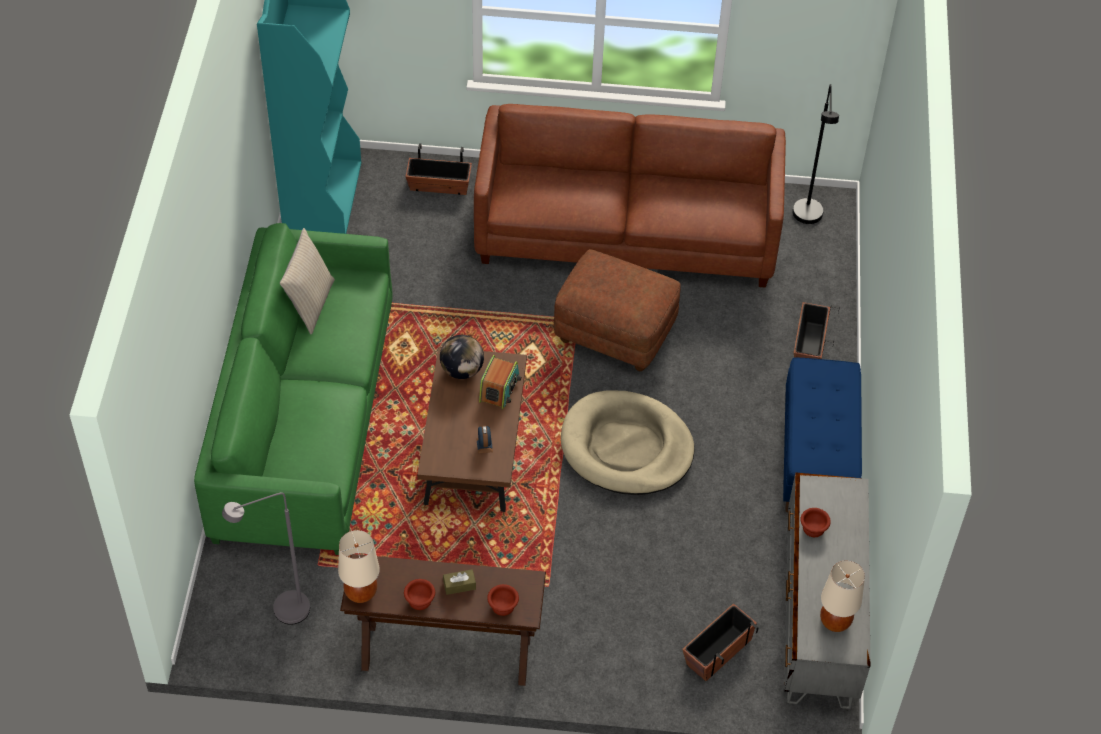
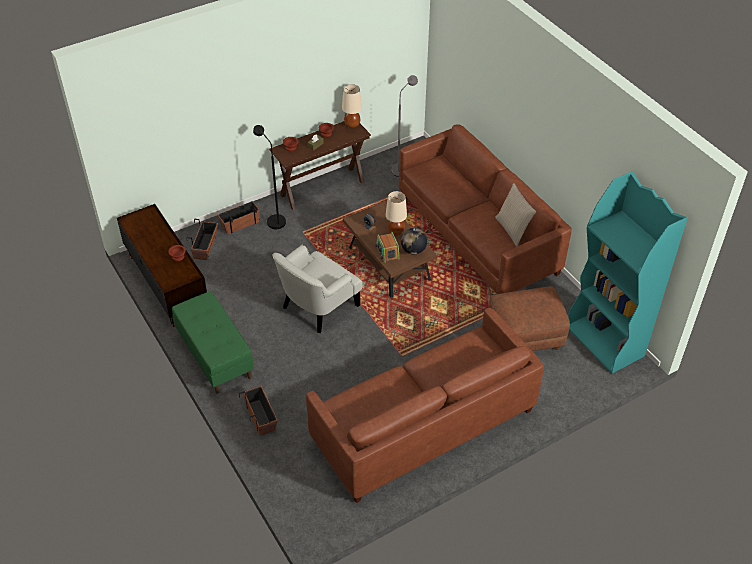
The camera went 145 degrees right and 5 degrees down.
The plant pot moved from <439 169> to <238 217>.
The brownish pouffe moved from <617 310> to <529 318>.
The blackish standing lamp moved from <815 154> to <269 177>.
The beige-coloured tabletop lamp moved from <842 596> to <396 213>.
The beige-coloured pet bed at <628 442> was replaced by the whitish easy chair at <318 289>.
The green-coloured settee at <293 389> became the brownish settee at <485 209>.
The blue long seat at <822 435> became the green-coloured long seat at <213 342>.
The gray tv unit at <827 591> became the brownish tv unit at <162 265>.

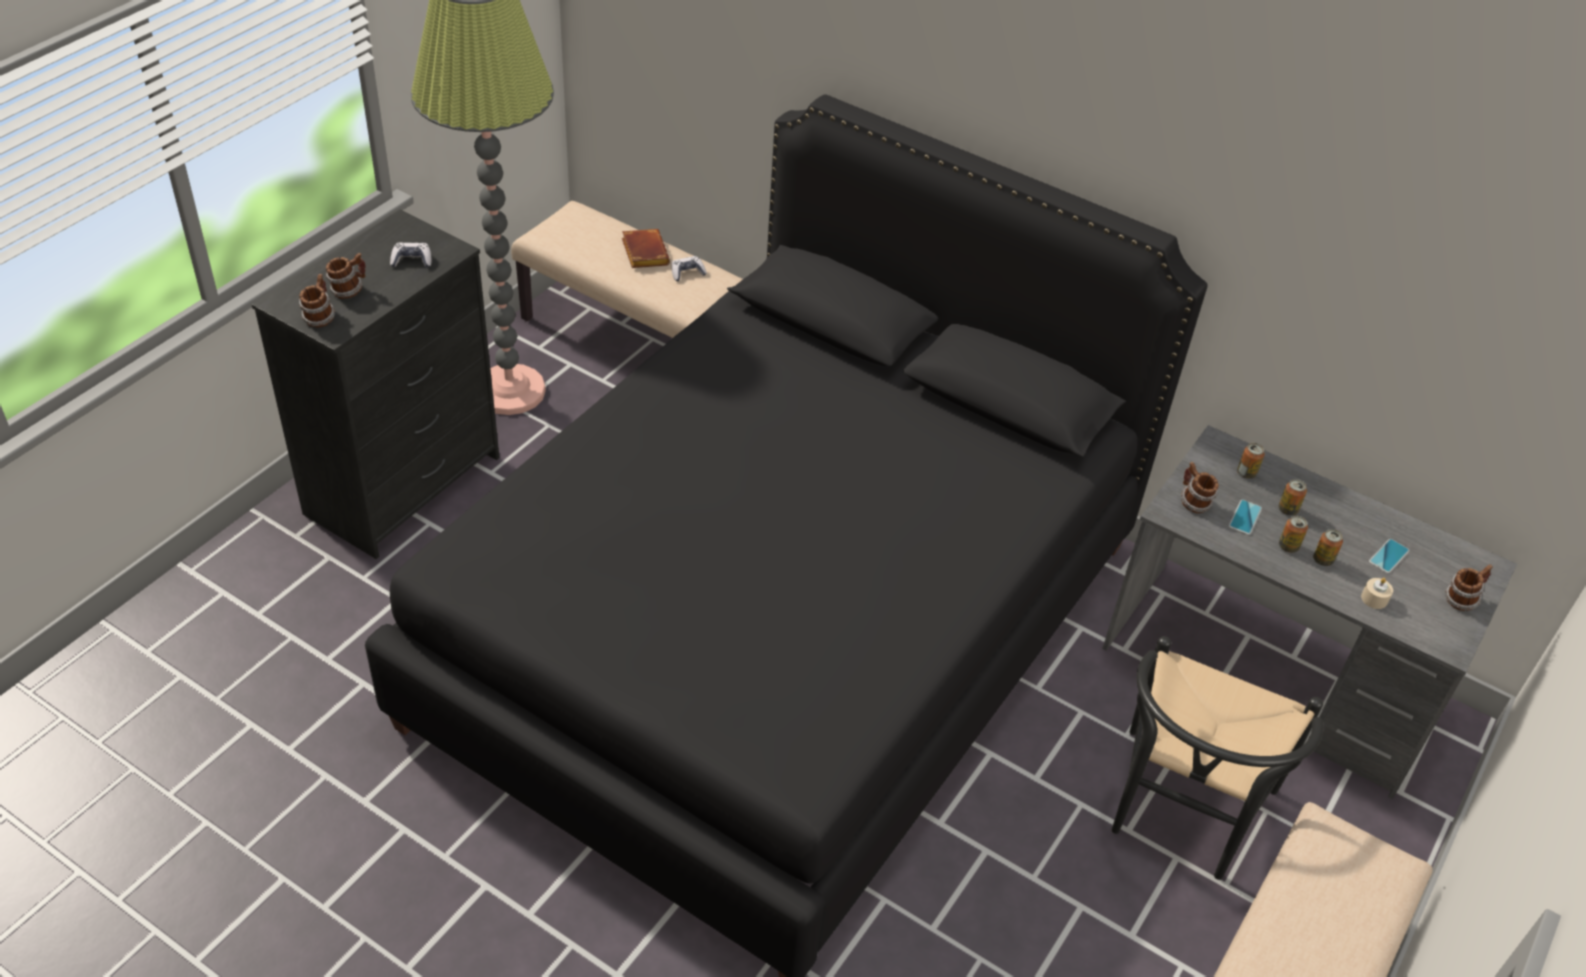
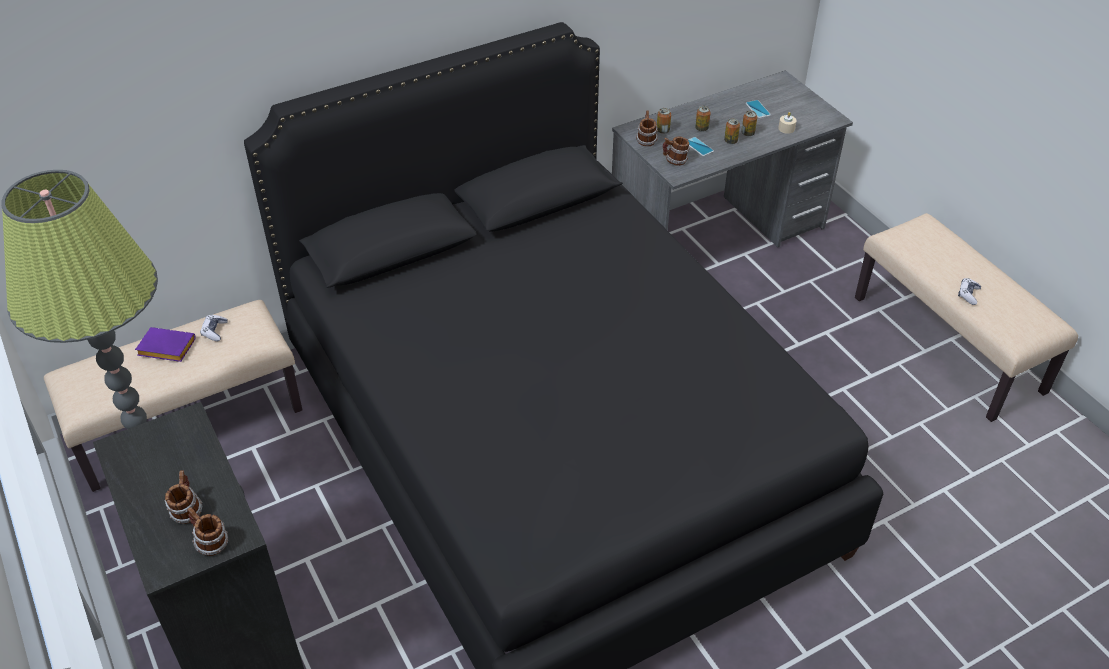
The camera went 60 degrees left and 0 degrees up.
The blackish plain chair at <1217 758> disappeared.
The joypad moved from <411 255> to <969 291>.
The mug moved from <1469 587> to <647 128>.
The brownish bound book at <646 248> became the purple-coloured bound book at <165 344>.

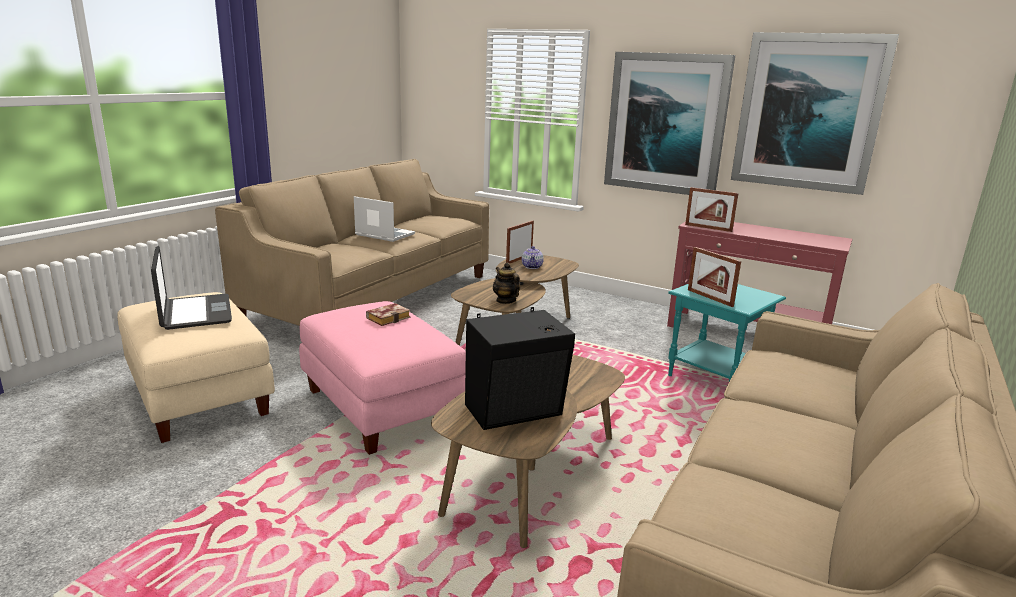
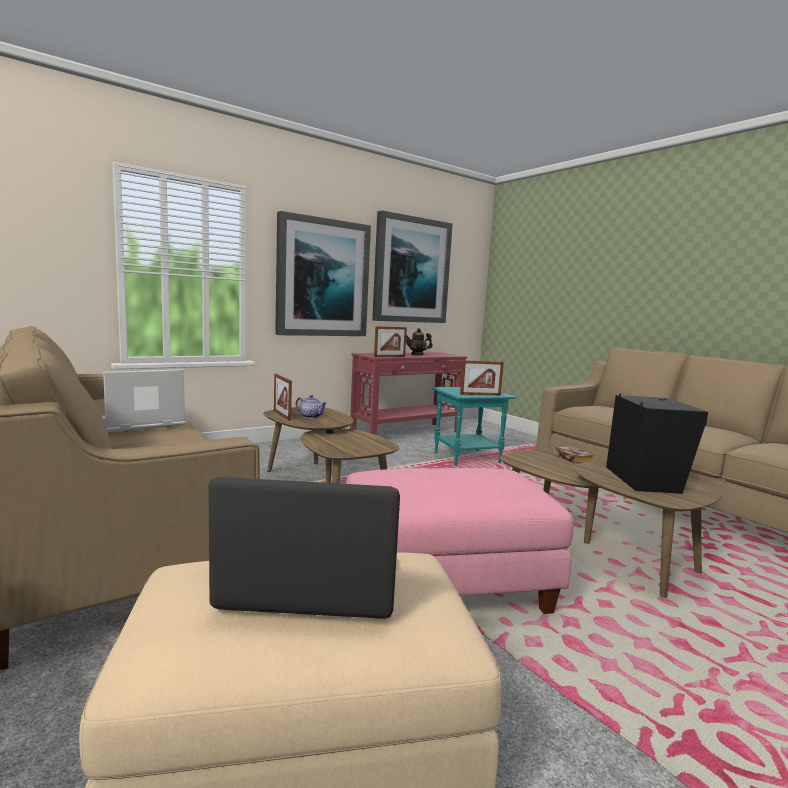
The camera went 65 degrees left and 10 degrees down.
The bound book moved from <388 314> to <573 455>.
The teapot moved from <506 283> to <419 341>.

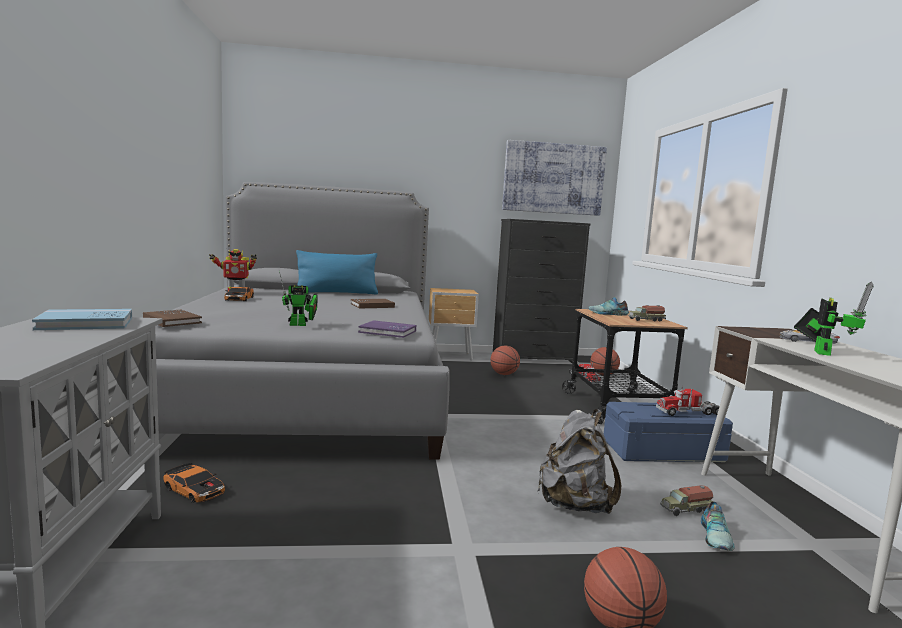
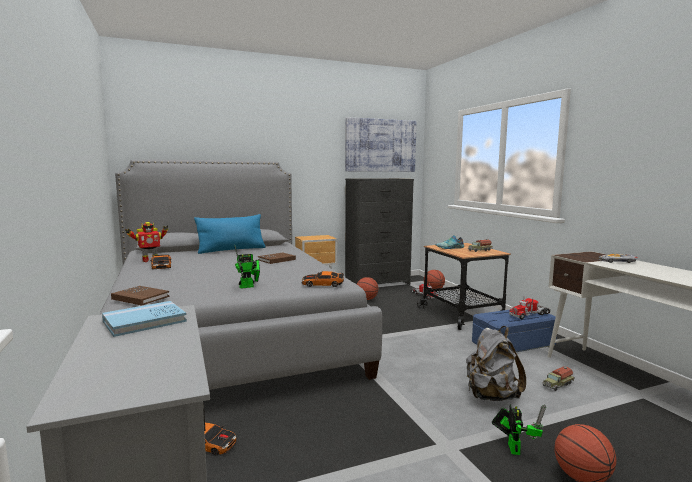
The camera went 15 degrees left and 0 degrees up.
The item of footwear at <718 526> disappeared.
The toy robot moved from <834 318> to <519 429>.
The purple-coloured bound book at <387 329> was replaced by the model car at <323 279>.

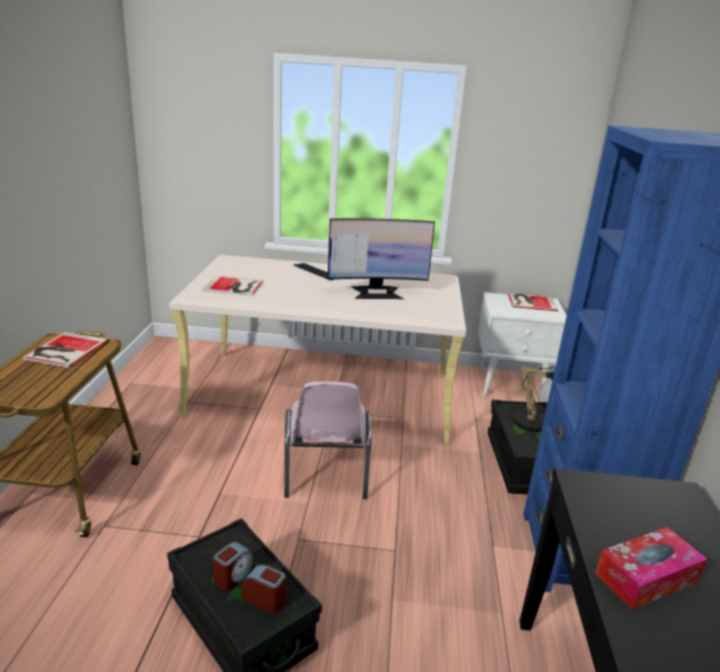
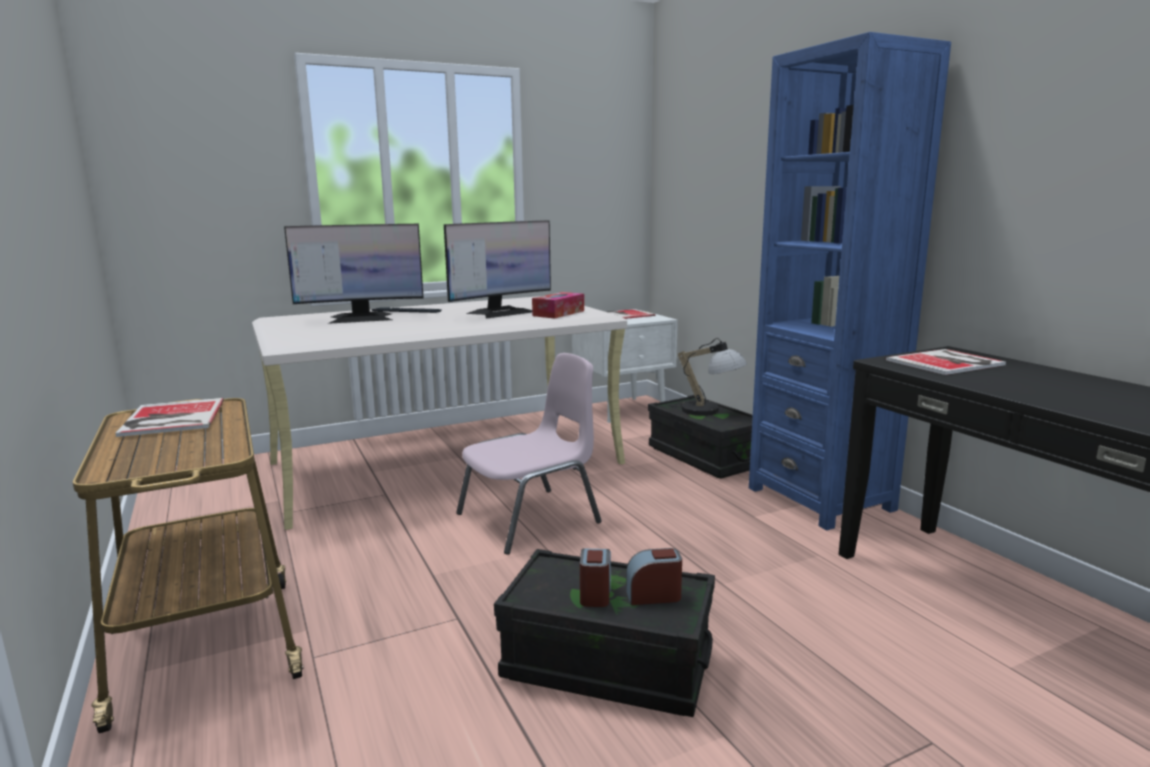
The camera went 30 degrees left and 10 degrees down.
The computer screen at <354 274> appeared.
The bound book moved from <233 286> to <946 362>.
The box of tissues moved from <651 568> to <558 305>.
The pinkish plain chair at <327 440> turned 90 degrees counterclockwise.

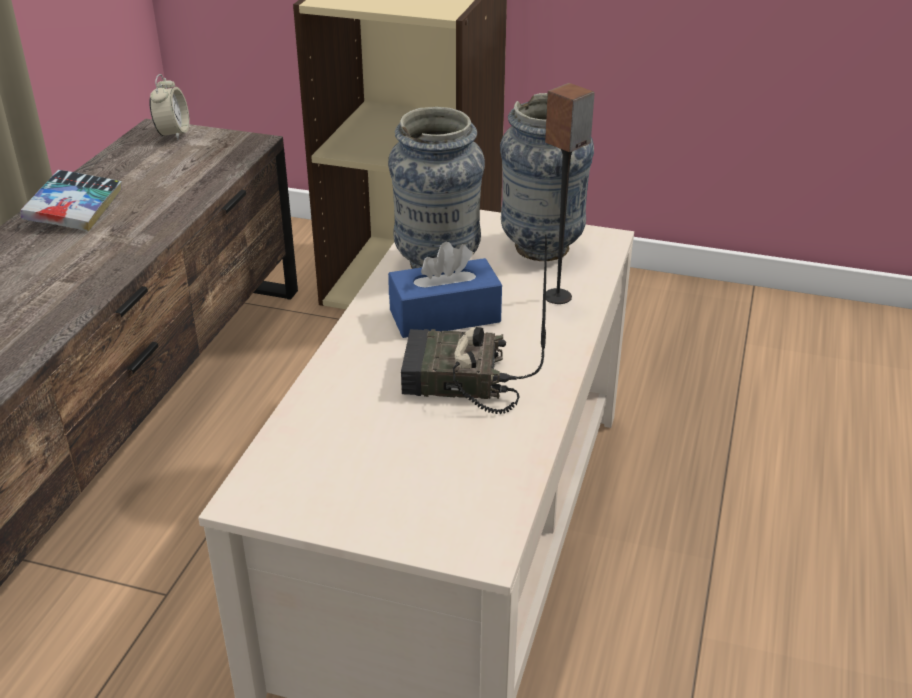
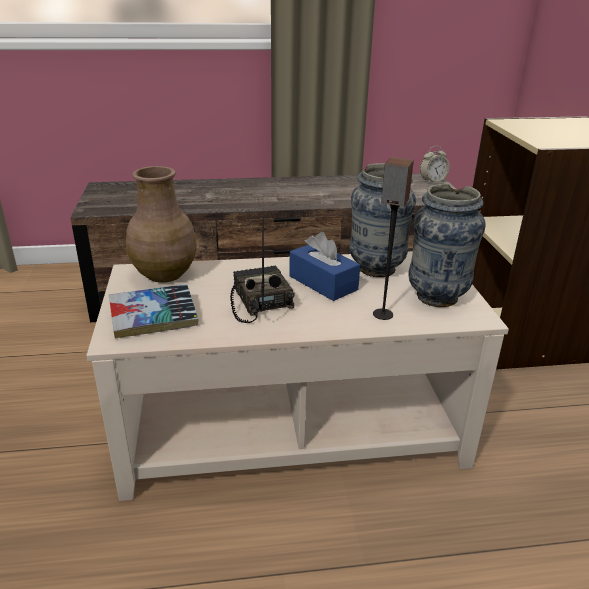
The camera went 65 degrees right and 5 degrees down.
The brownish decorative vase at <161 224> appeared.
The bound book moved from <71 201> to <153 311>.

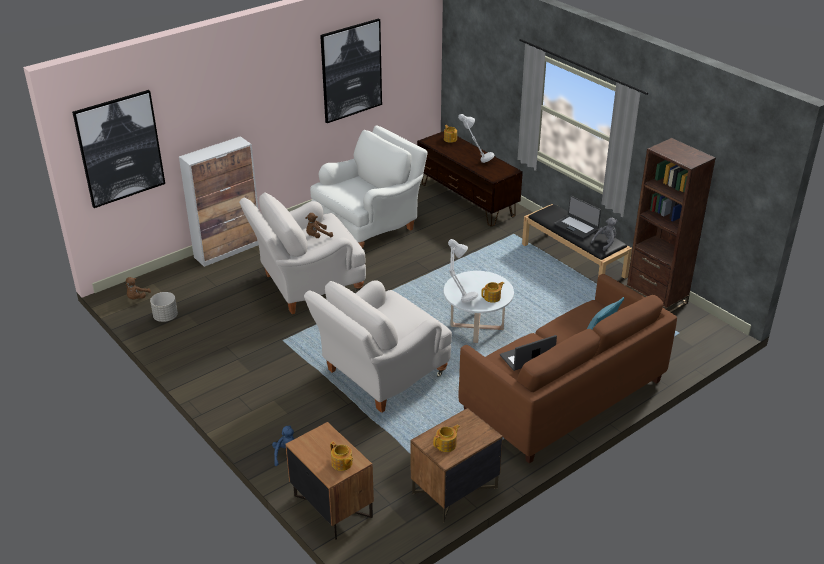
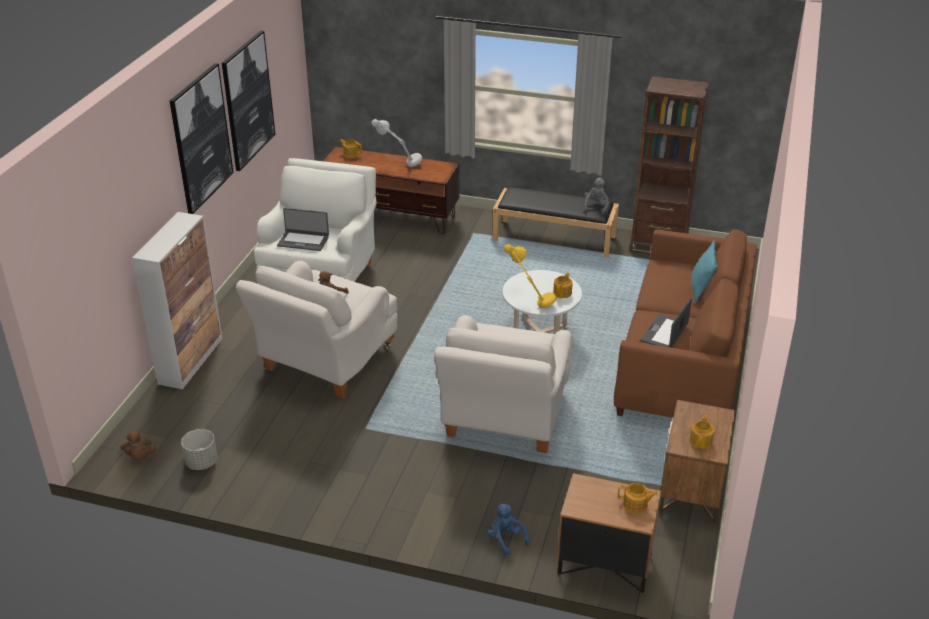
The camera went 35 degrees left and 0 degrees up.
The wall picture moved from <118 149> to <202 138>.
The laptop moved from <577 217> to <303 229>.
The gray tabletop lamp at <463 271> became the yellow-coloured tabletop lamp at <530 276>.

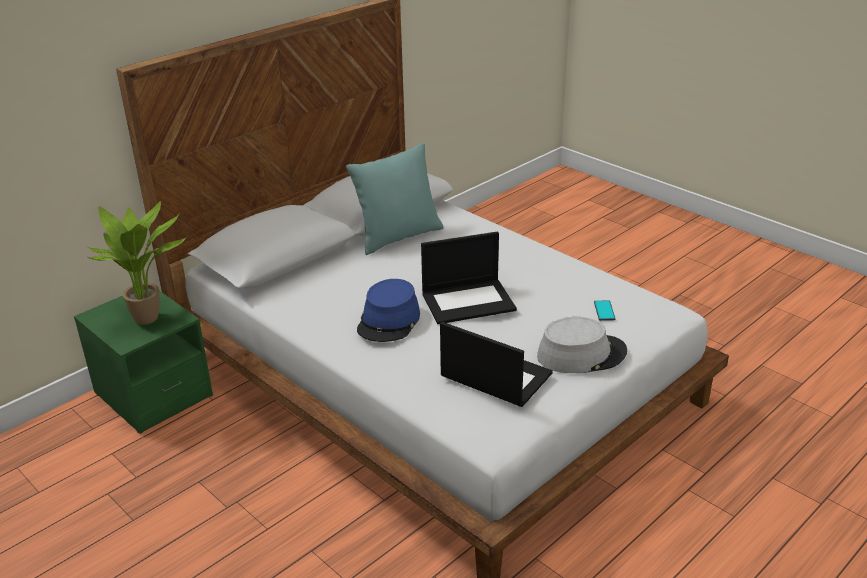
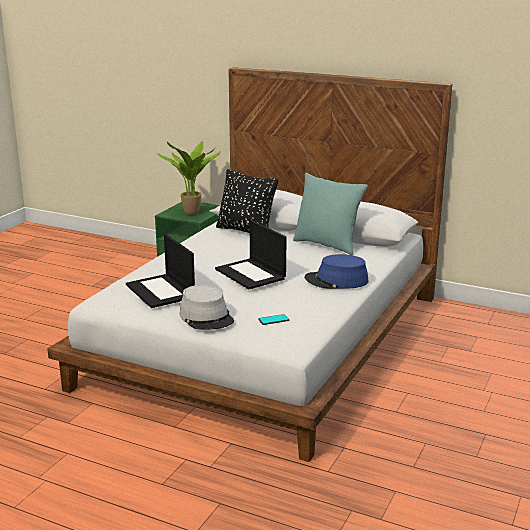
The camera went 70 degrees right and 10 degrees down.
The blackish pillow at <247 201> appeared.
The blue wearable hat moved from <388 310> to <337 271>.
The laptop at <496 364> turned 135 degrees clockwise.

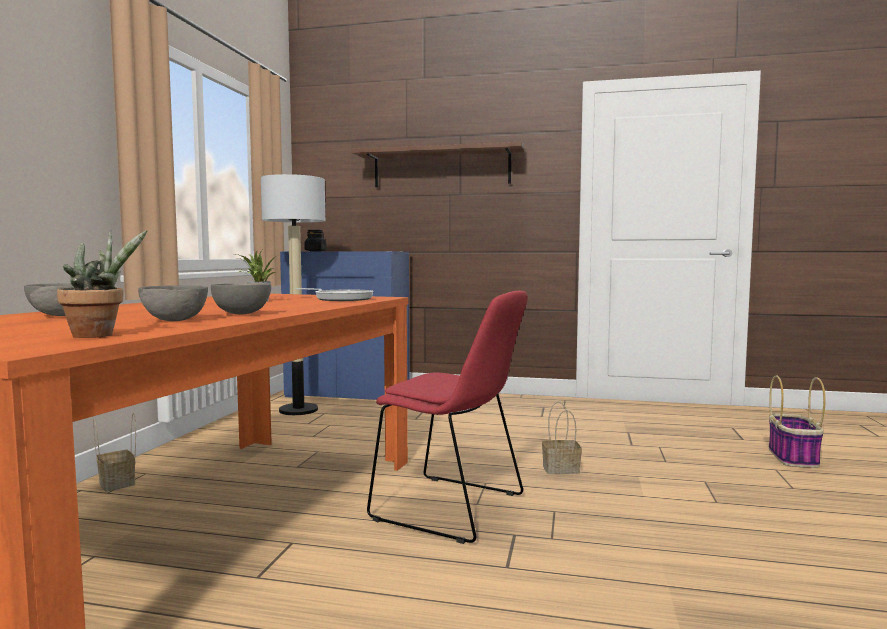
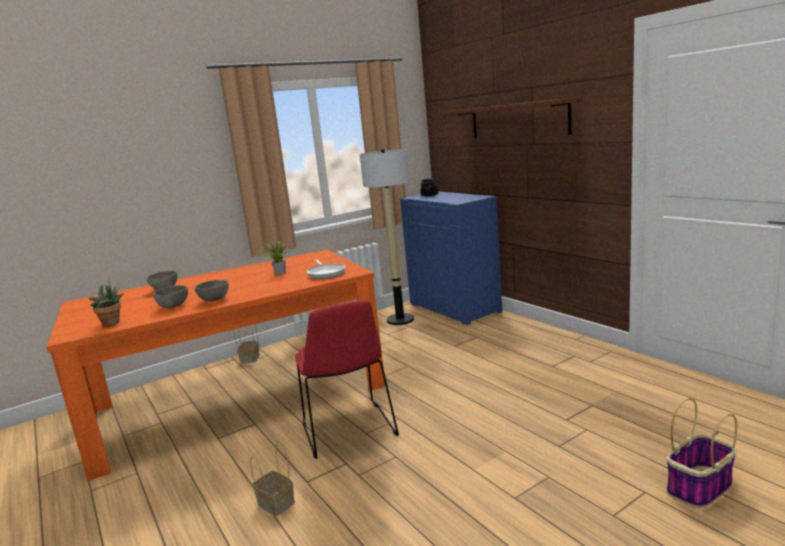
The camera went 45 degrees right and 10 degrees up.
The household basket moved from <562 438> to <272 478>.

